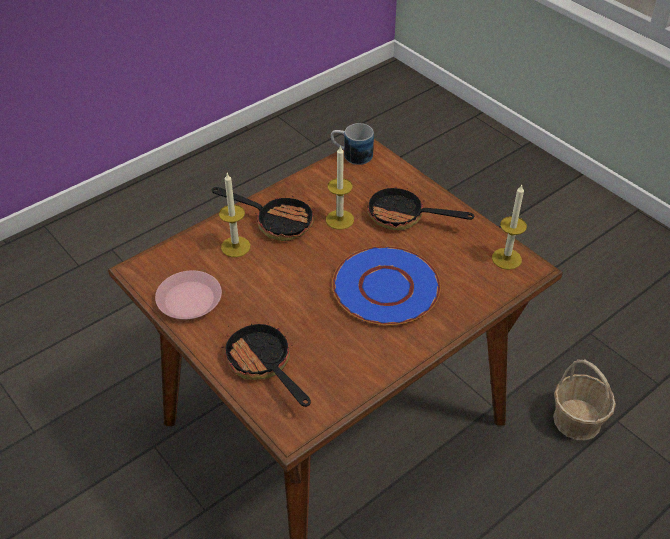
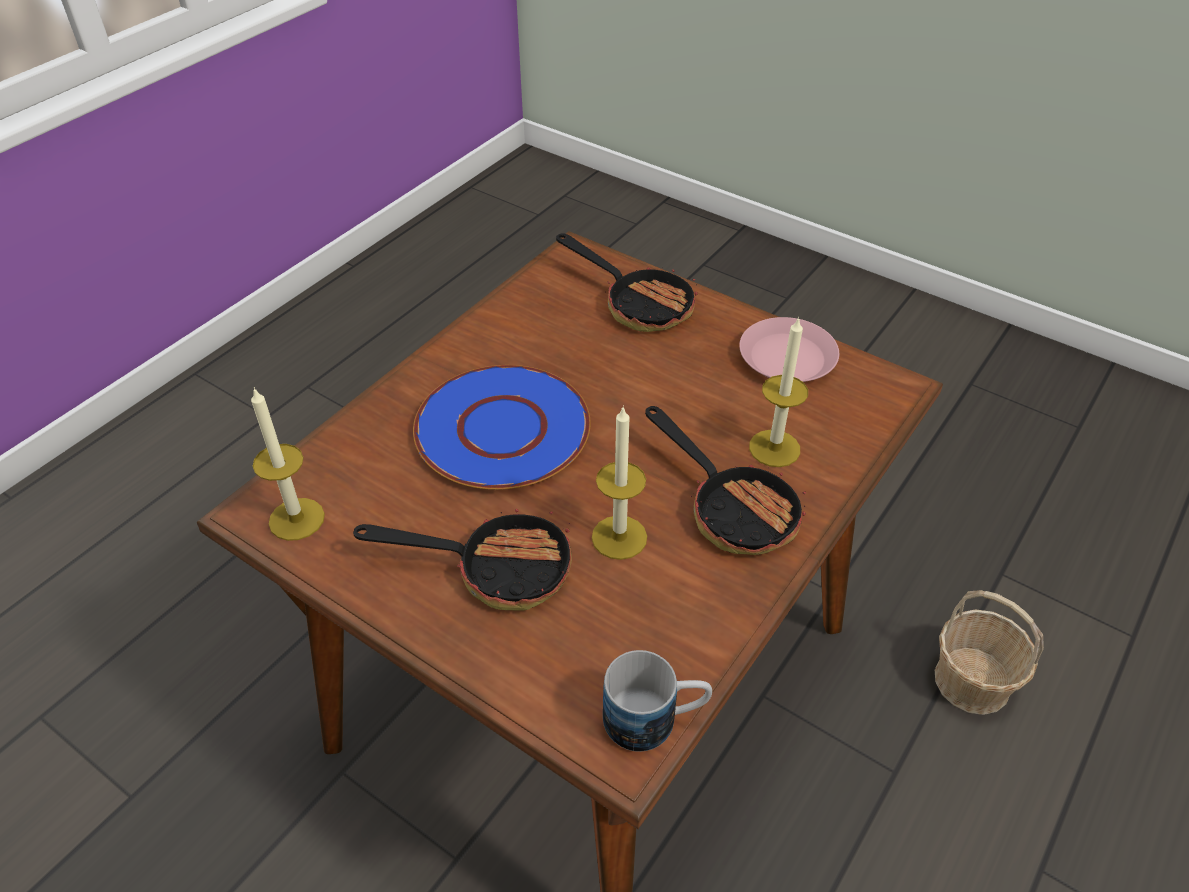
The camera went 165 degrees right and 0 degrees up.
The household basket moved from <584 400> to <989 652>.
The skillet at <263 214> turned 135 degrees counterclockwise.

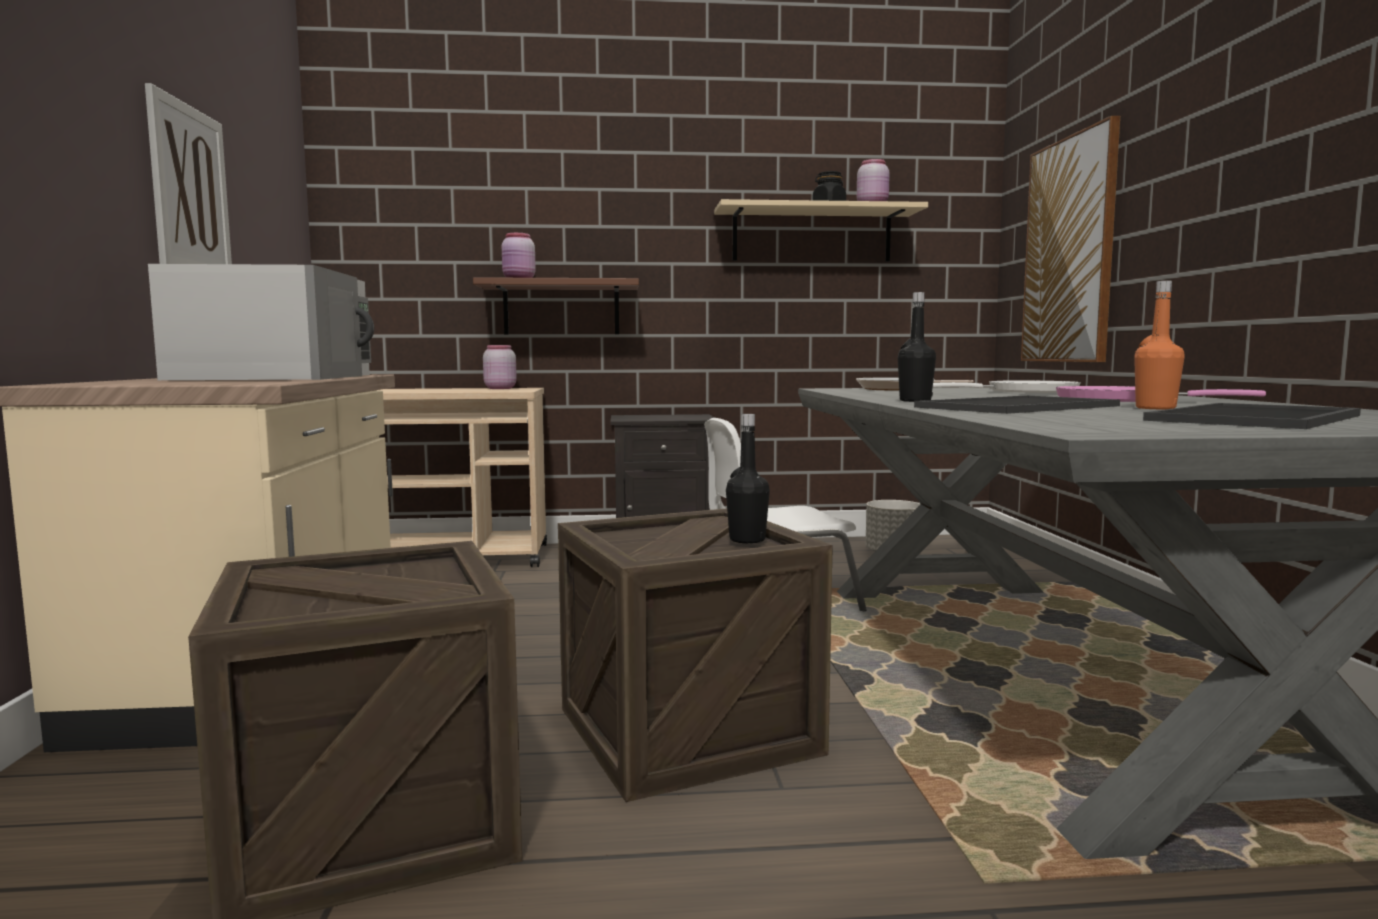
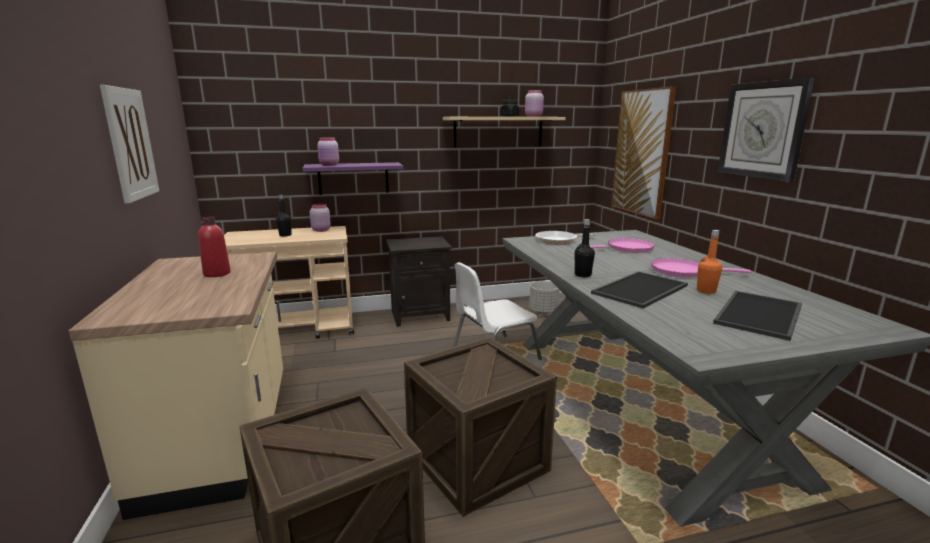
The camera went 10 degrees left and 10 degrees up.
The clock on the wall at <766 129> appeared.
The blackish bottle moved from <748 479> to <284 216>.
The whitish microwave oven at <261 322> was replaced by the red bottle at <214 246>.
The brownish wall shelf at <556 305> became the purple-coloured wall shelf at <353 178>.
The whitish skillet at <1007 386> became the pinkish skillet at <622 245>.

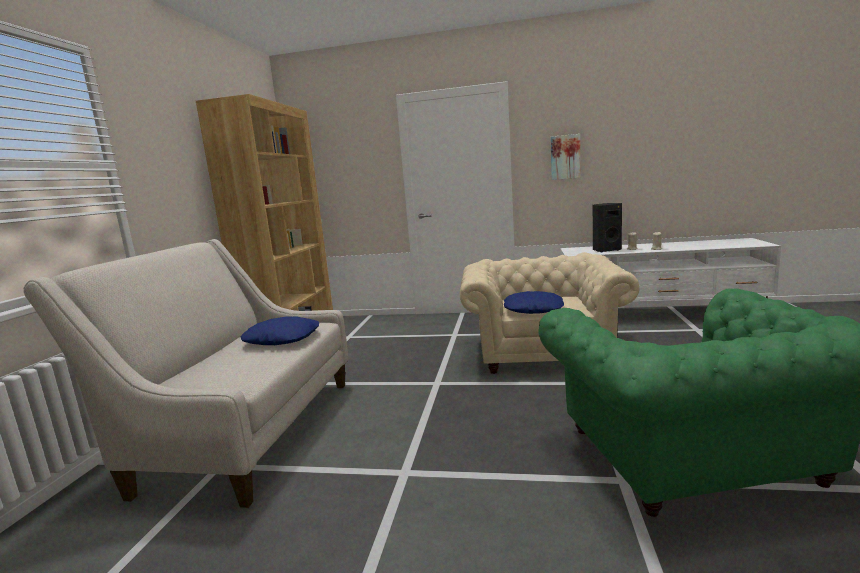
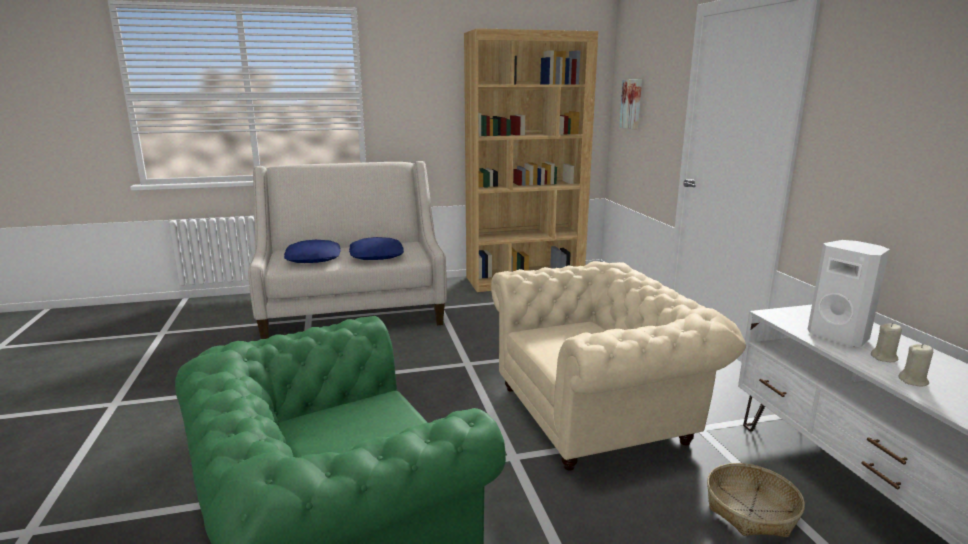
The camera went 65 degrees right and 5 degrees up.
The household basket at <756 500> appeared.
The blue pillow moved from <534 302> to <312 251>.
The wall picture moved from <566 157> to <630 104>.
The blackish audio speaker at <607 228> became the whitish audio speaker at <848 293>.

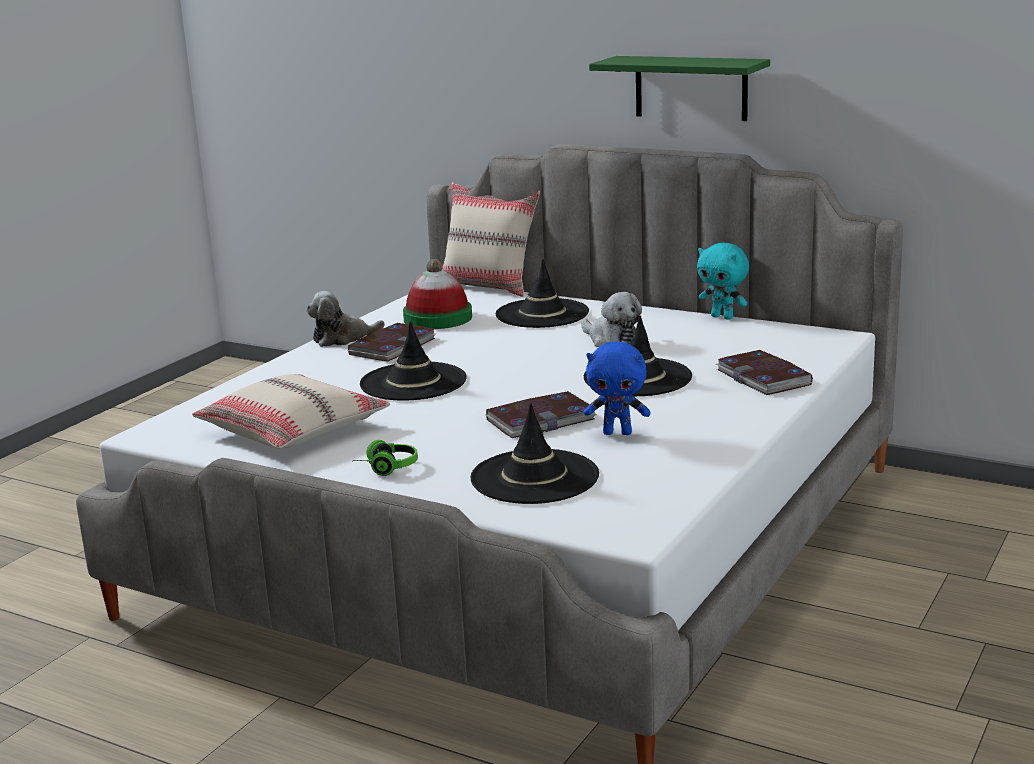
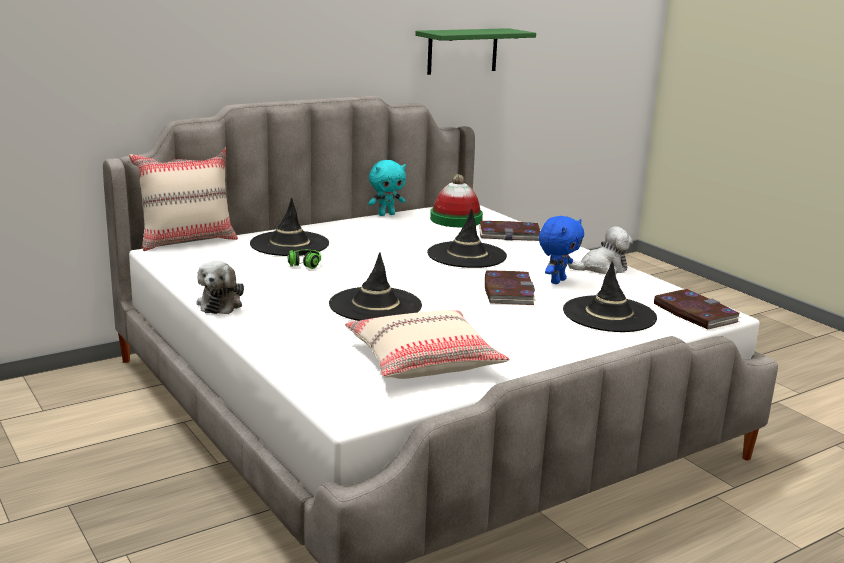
The camera went 65 degrees left and 0 degrees up.
The bound book moved from <392 342> to <697 309>.
The pair of headphones moved from <386 458> to <304 259>.
The wearable hat moved from <437 294> to <456 200>.
The cuddly toy moved from <611 319> to <600 250>.
The green-coloured wall shelf moved from <679 88> to <475 51>.

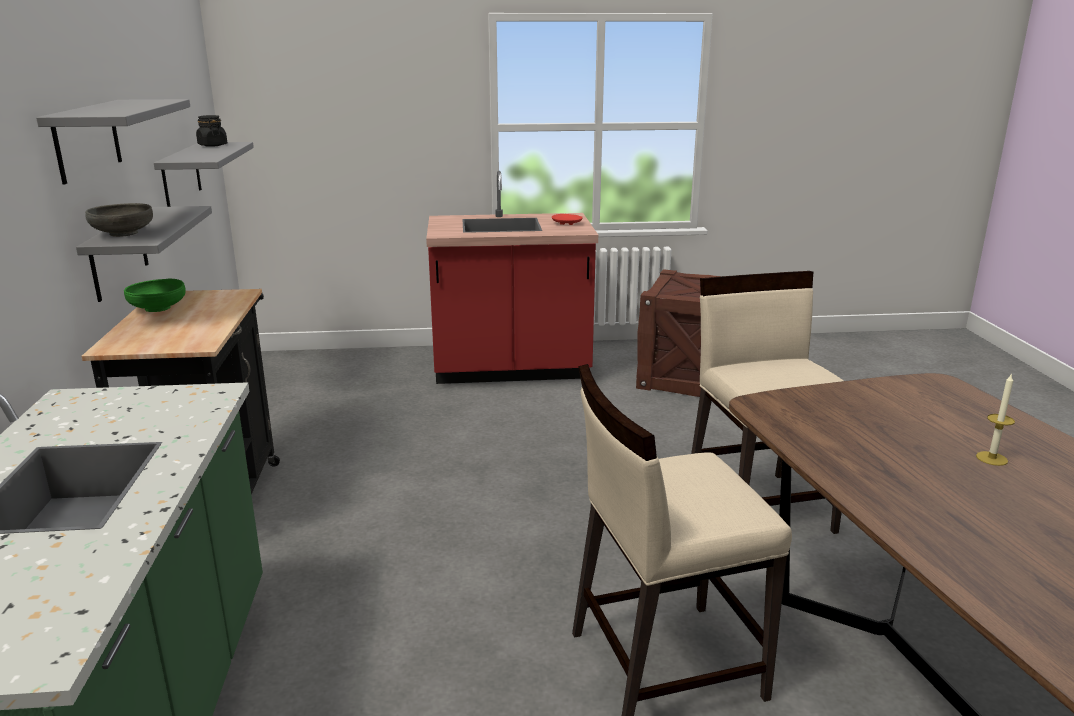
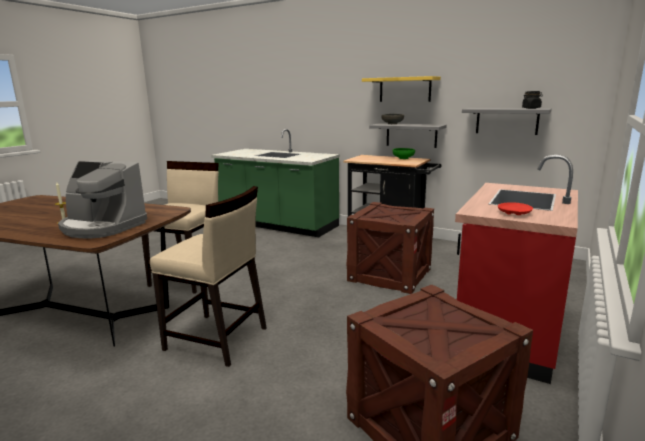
The camera went 125 degrees right and 5 degrees down.
The coffee maker at <102 199> appeared.
The crate at <390 248> appeared.
The gray wall shelf at <113 142> became the yellow-coloured wall shelf at <401 89>.

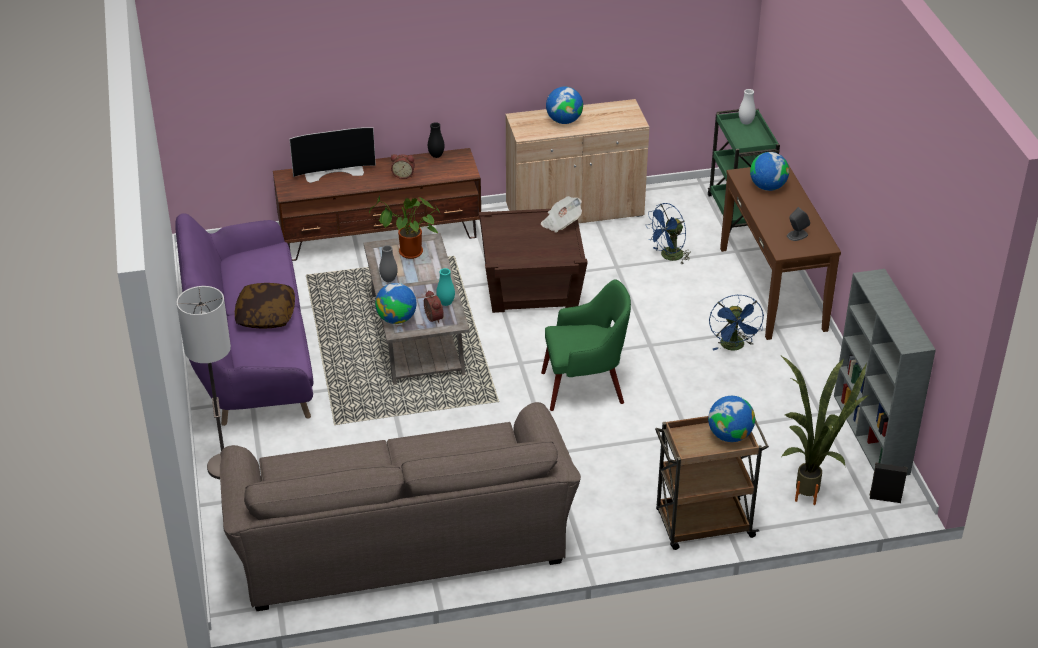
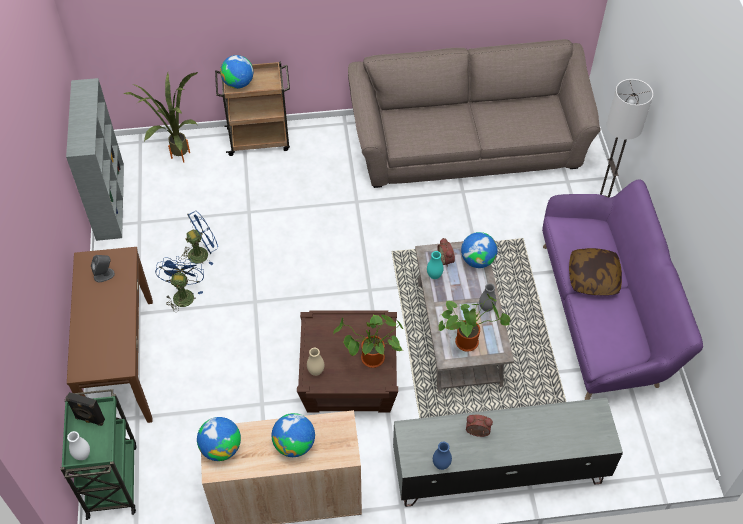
The camera went 175 degrees left and 15 degrees up.
The TV set at <332 155> disappeared.
The green-coloured easy chair at <586 345> disappeared.
The plant in a pot at <368 341> appeared.
The blue fan moved from <668 233> to <200 238>.
The globe moved from <769 171> to <219 439>.
The blackish audio speaker moved from <889 482> to <85 409>.
The daily paper at <561 214> was replaced by the beige-coloured decorative vase at <315 362>.
The brownish tv unit at <377 204> became the gray tv unit at <508 452>.
The blackish decorative vase at <436 140> became the blue decorative vase at <442 456>.

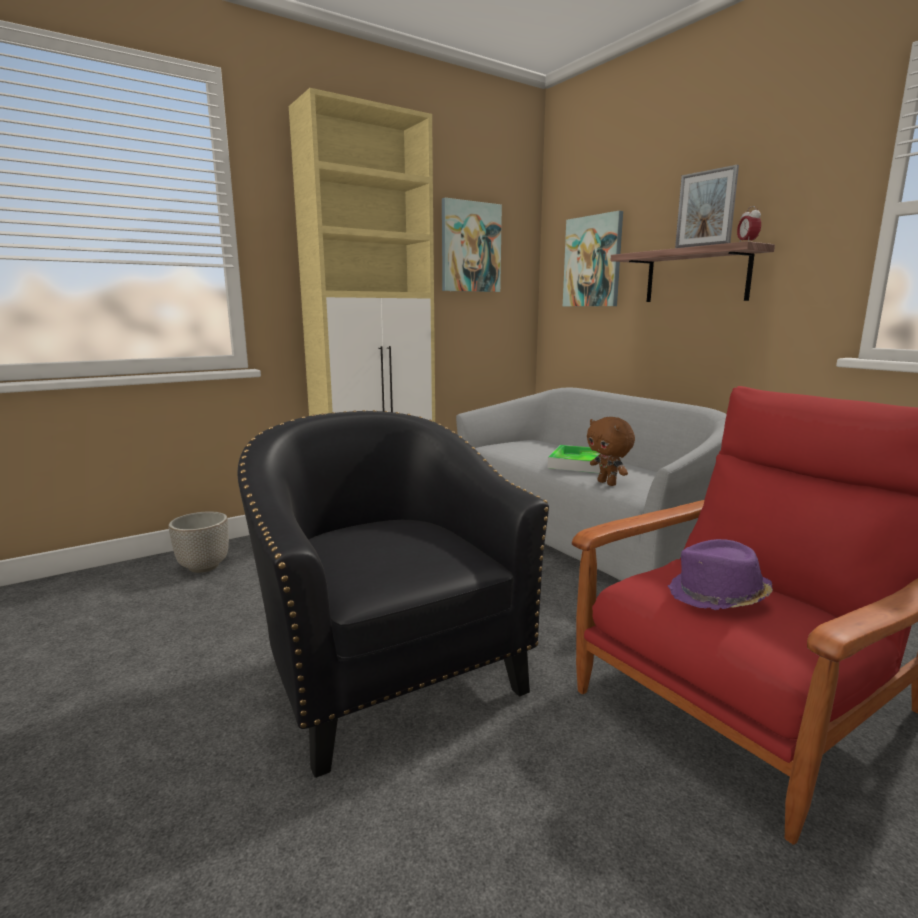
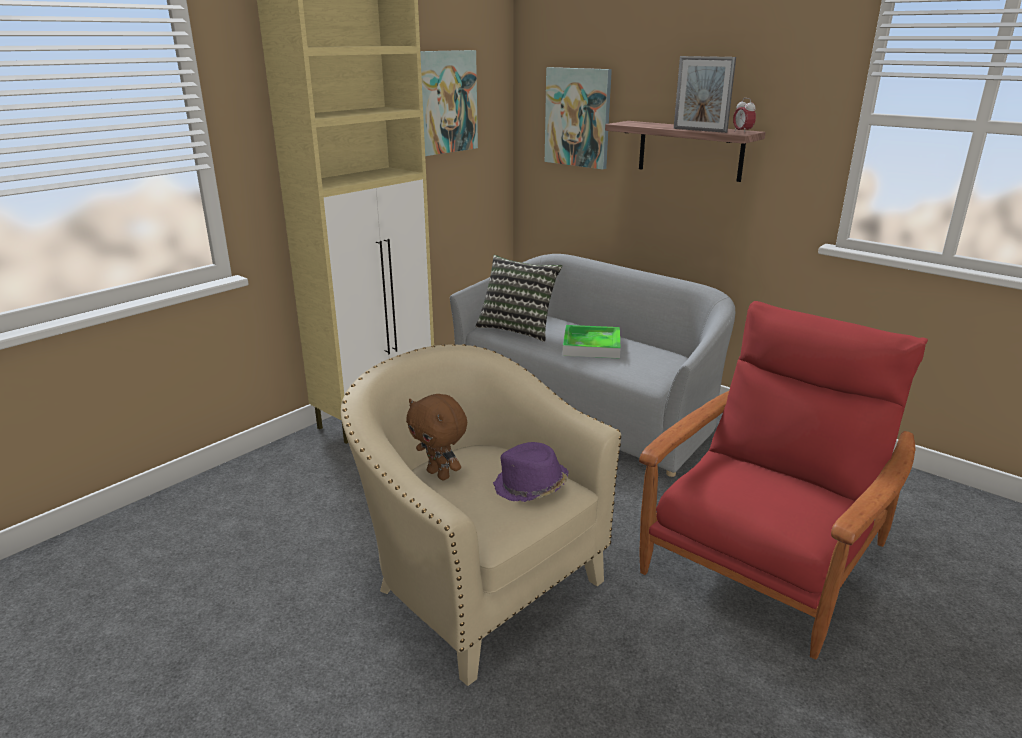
The camera went 15 degrees left and 10 degrees up.
The plant pot at <199 542> disappeared.
The pillow at <519 298> appeared.
The brownish cuddly toy moved from <611 451> to <436 437>.
The purple-coloured wearable hat moved from <720 574> to <531 472>.
The blackish easy chair at <393 594> became the beige-coloured easy chair at <481 515>.

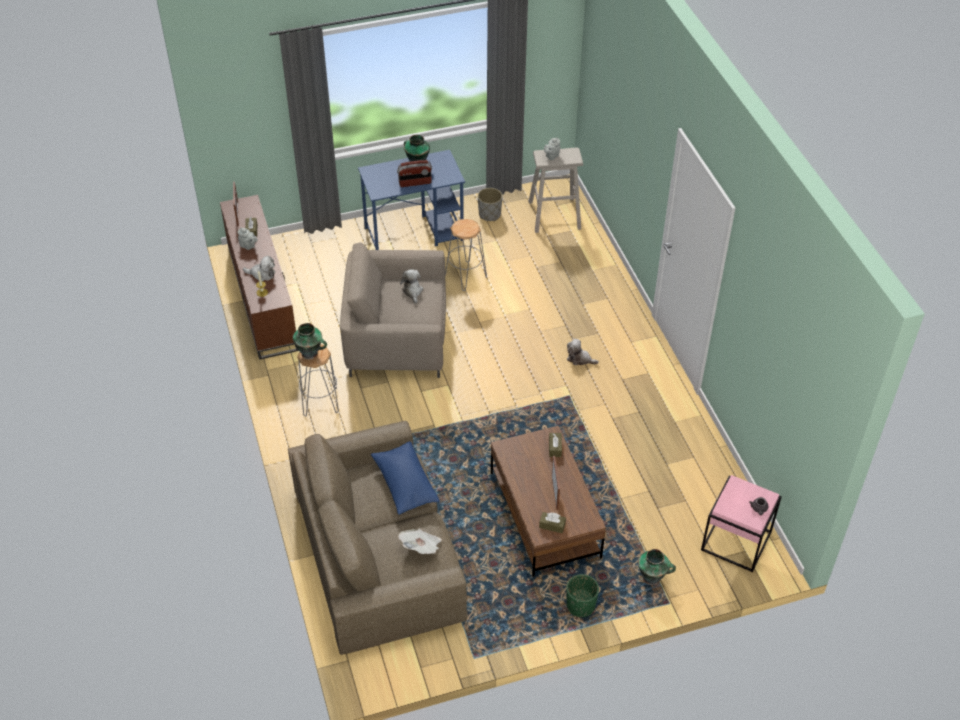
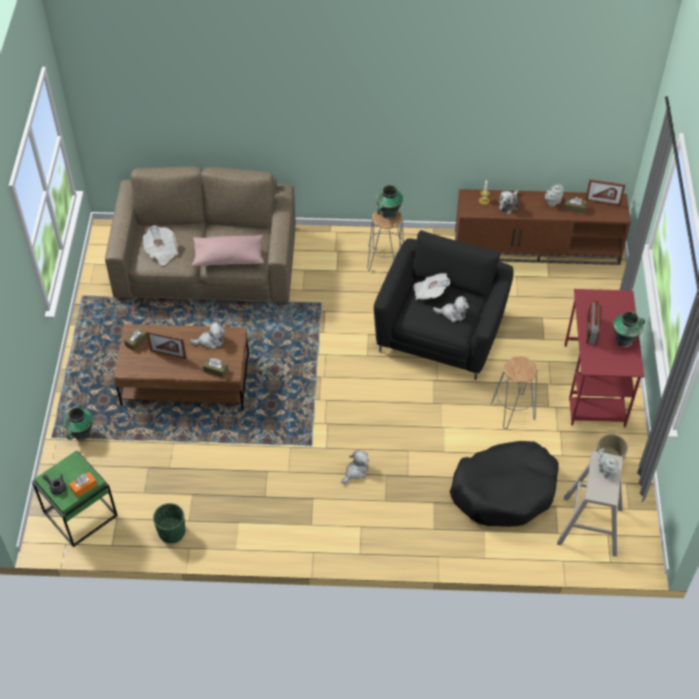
The camera went 110 degrees right and 5 degrees up.
The orangey box of tissues at <83 485> appeared.
The cuddly toy at <207 336> appeared.
The daily paper at <431 286> appeared.
The blackish pet bed at <504 484> appeared.
The green-coloured plant pot moved from <582 595> to <169 523>.
The beige-coloured easy chair at <393 310> became the blackish easy chair at <444 305>.
The blue desk table at <411 200> became the red desk table at <604 358>.
The blue pillow at <405 477> became the pinkish pillow at <228 251>.
The pinkish end table at <741 523> became the green-coloured end table at <75 499>.

